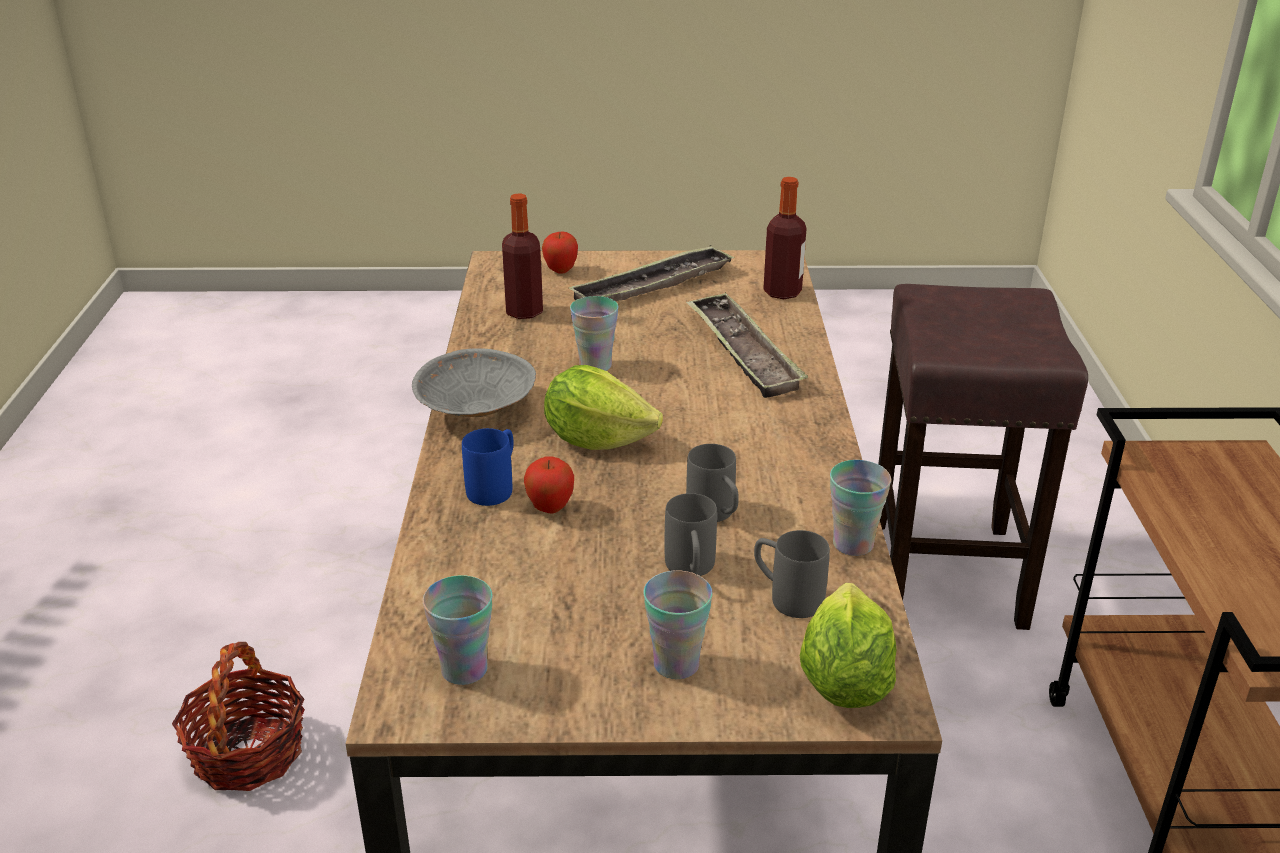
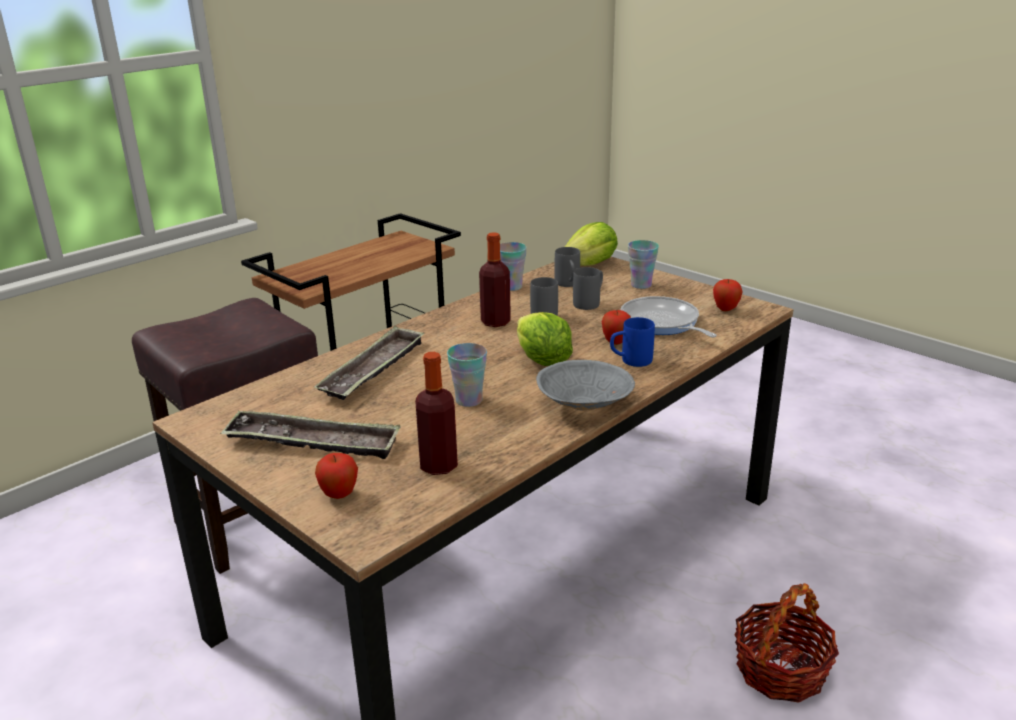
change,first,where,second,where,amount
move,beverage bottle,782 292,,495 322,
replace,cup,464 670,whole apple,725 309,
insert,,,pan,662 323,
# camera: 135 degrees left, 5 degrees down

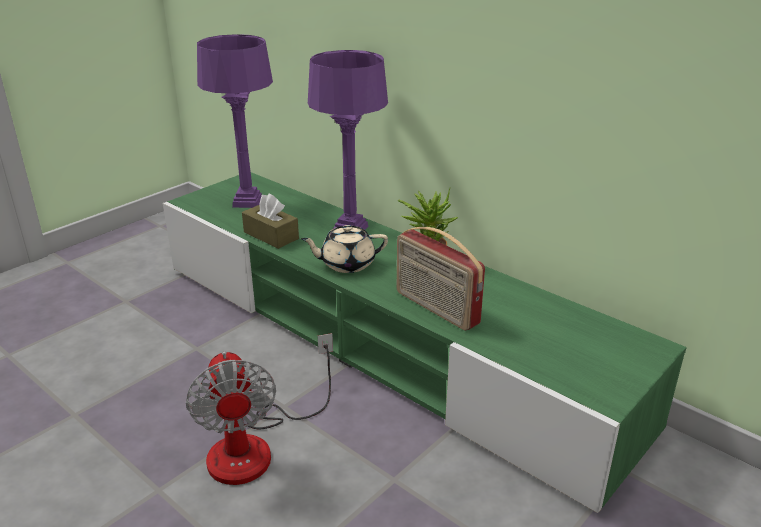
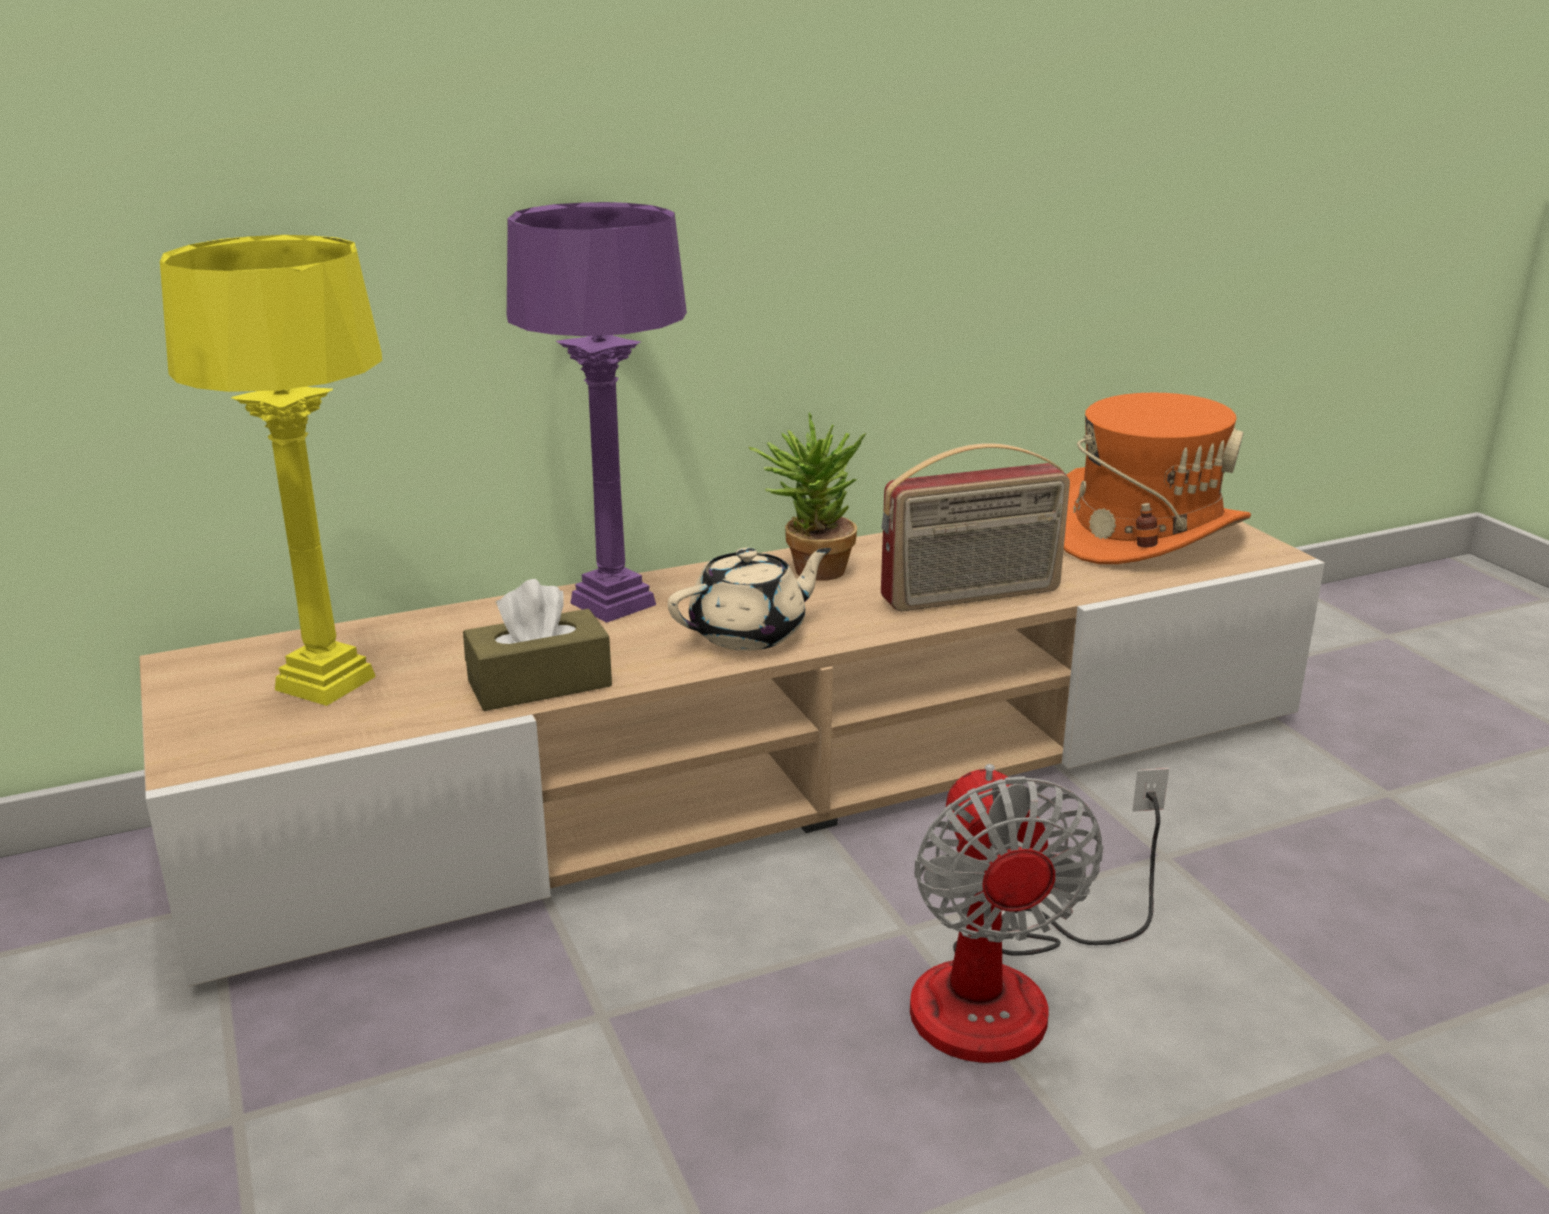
change,first,where,second,where,amount
recolor,table lamp in purple,247 202,table lamp in yellow-coloured,326 683,
recolor,tv unit in greenish,381 340,tv unit in sand-coloured,777 773,
rotate,tea pot in sand-coloured,346 264,,750 633,135 degrees counterclockwise
rotate,electric fan,256 445,,1011 988,75 degrees clockwise
insert,,,clothing hat in orange,1145 533,
# camera: 65 degrees left, 5 degrees down

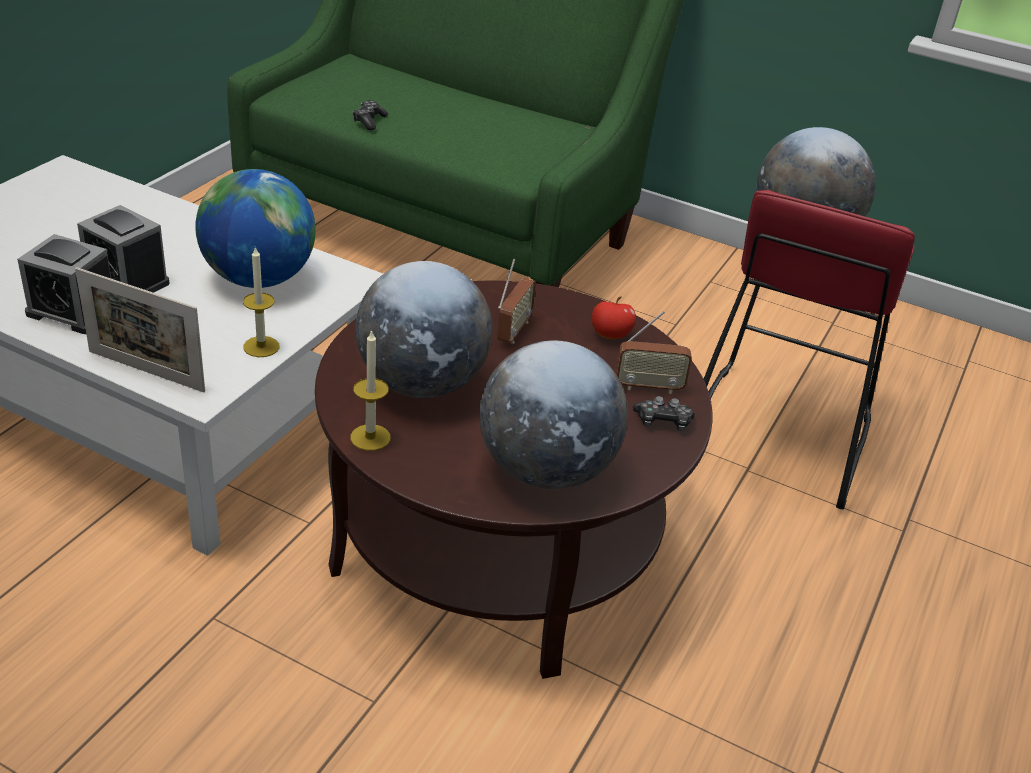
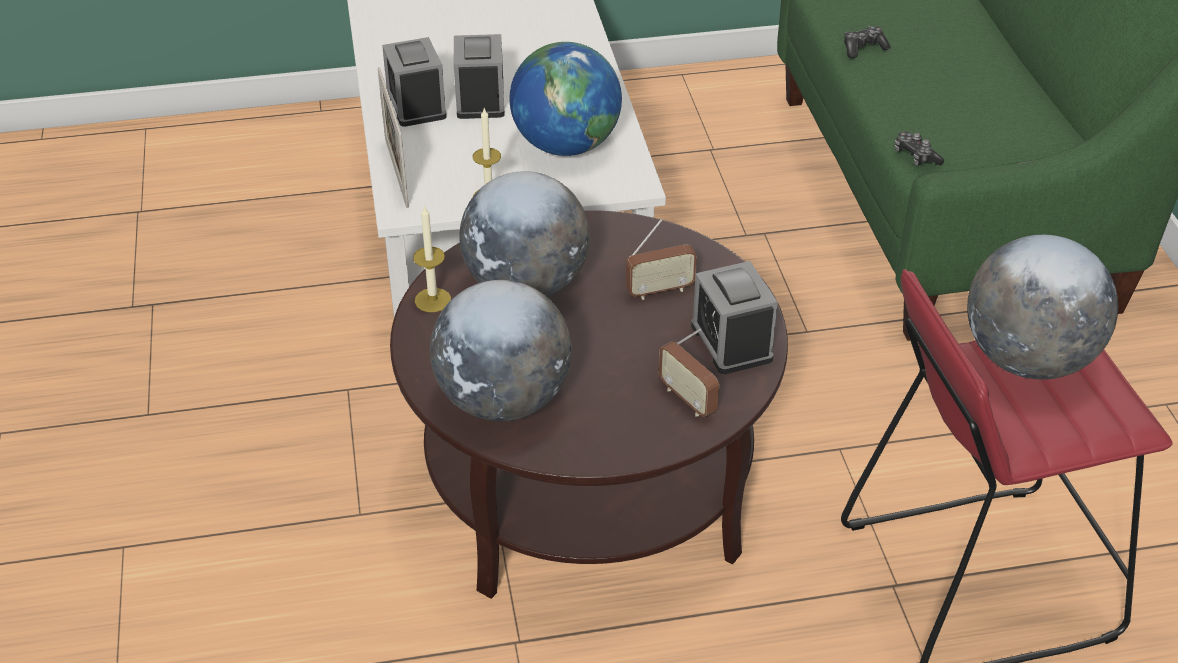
change,first,where,second,where,amount
replace,whole apple,610 335,bedside clock,731 342,
move,gamepad,663 422,,915 156,
# camera: 55 degrees right, 5 degrees up

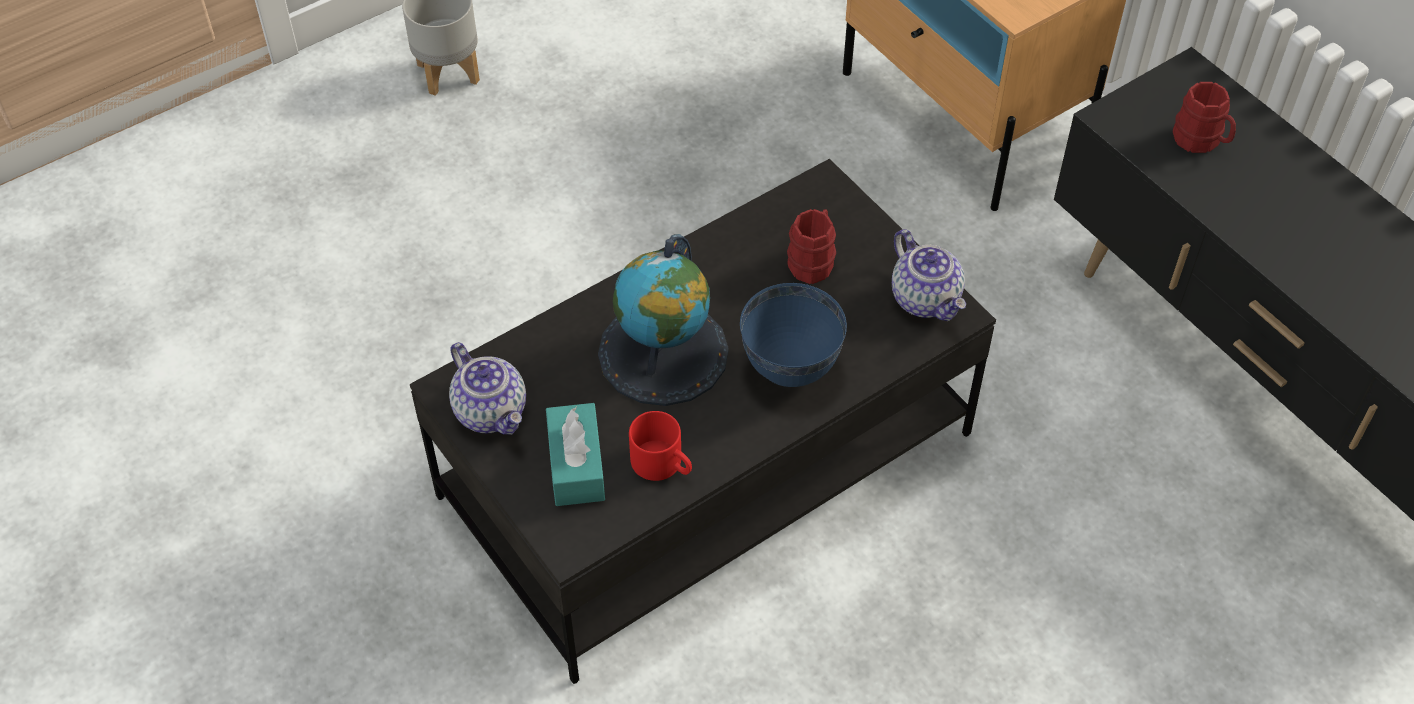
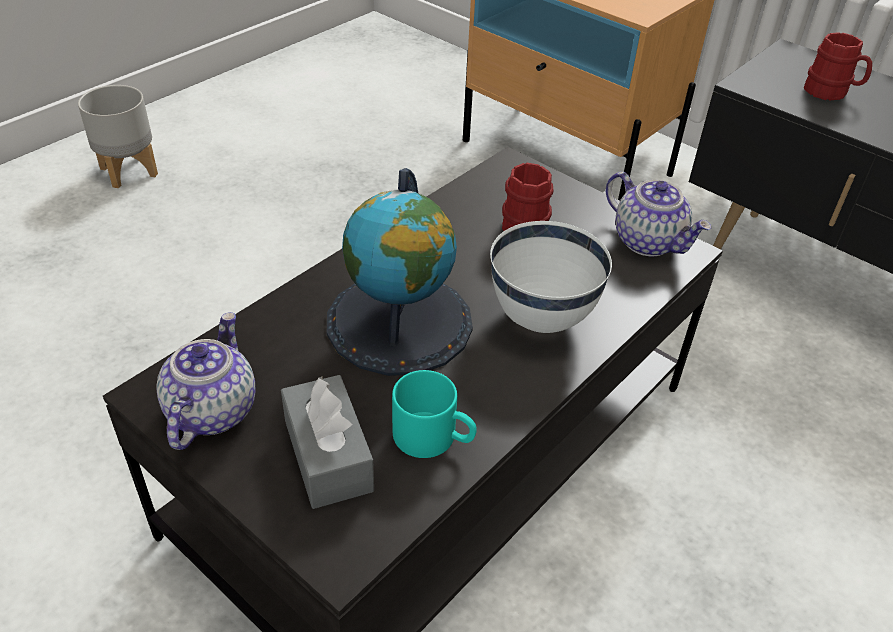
change,first,where,second,where,amount
recolor,deep dish in blue,790 369,deep dish in white-coloured,541 319,
rotate,tea pot,492 411,,211 410,120 degrees counterclockwise
recolor,tissue holder in blue-green,576 465,tissue holder in gray,328 455,
recolor,mug in red-coloured,664 464,mug in blue-green,434 437,
# camera: 15 degrees left, 10 degrees down

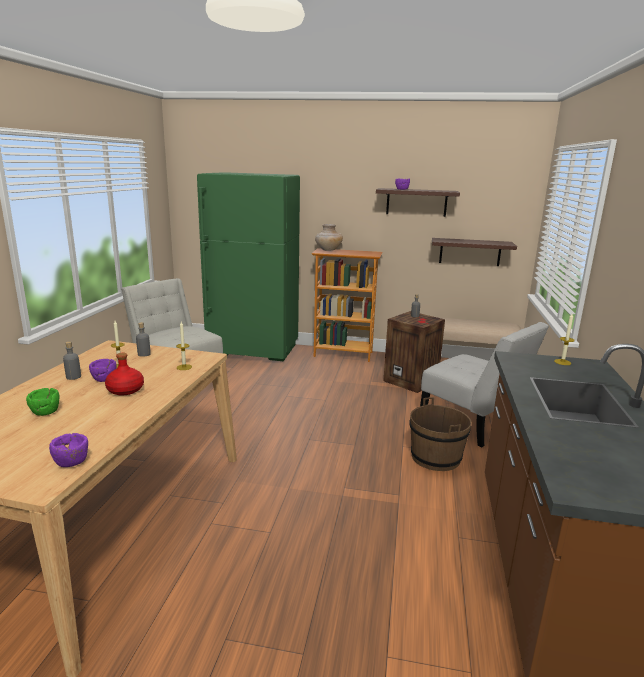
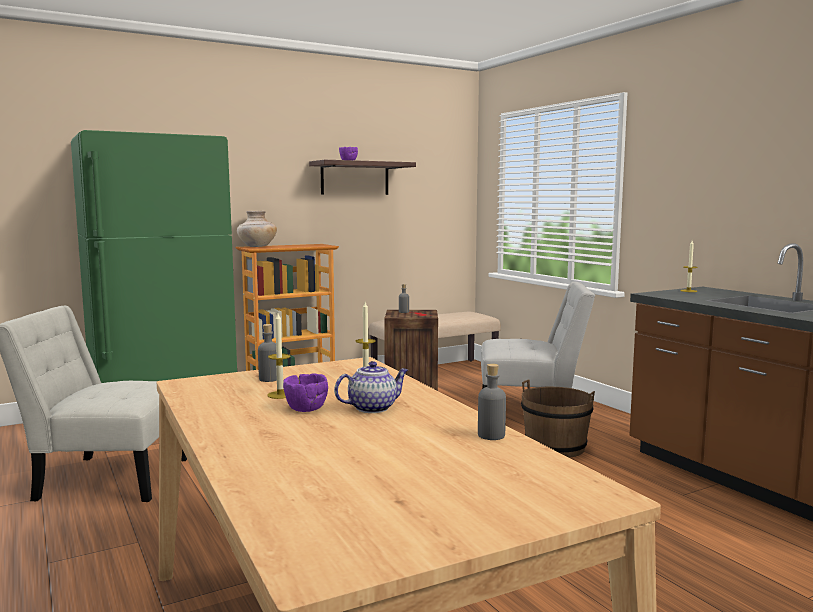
change,first,where,second,where,amount
delete,shelf,470 252,,,
move,beverage bottle in gray,73 377,,491 435,
replace,beverage bottle in red-coloured,126 390,tea pot,373 408,
delete,deep dish in greenish,45 412,,,
delete,deep dish in purple,72 462,,,
# camera: 40 degrees left, 10 degrees down

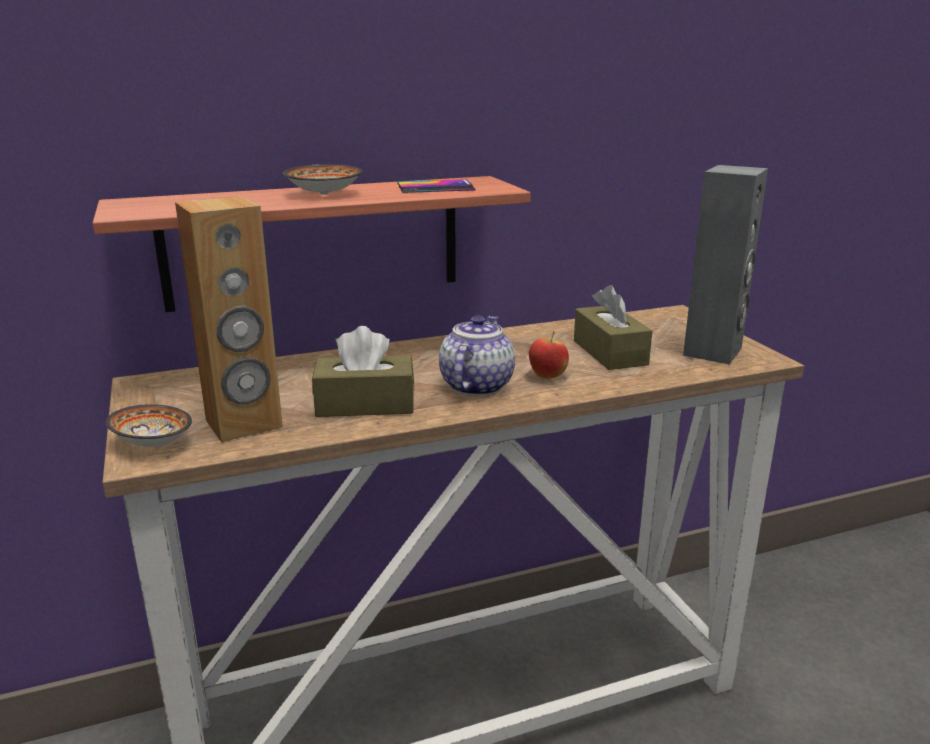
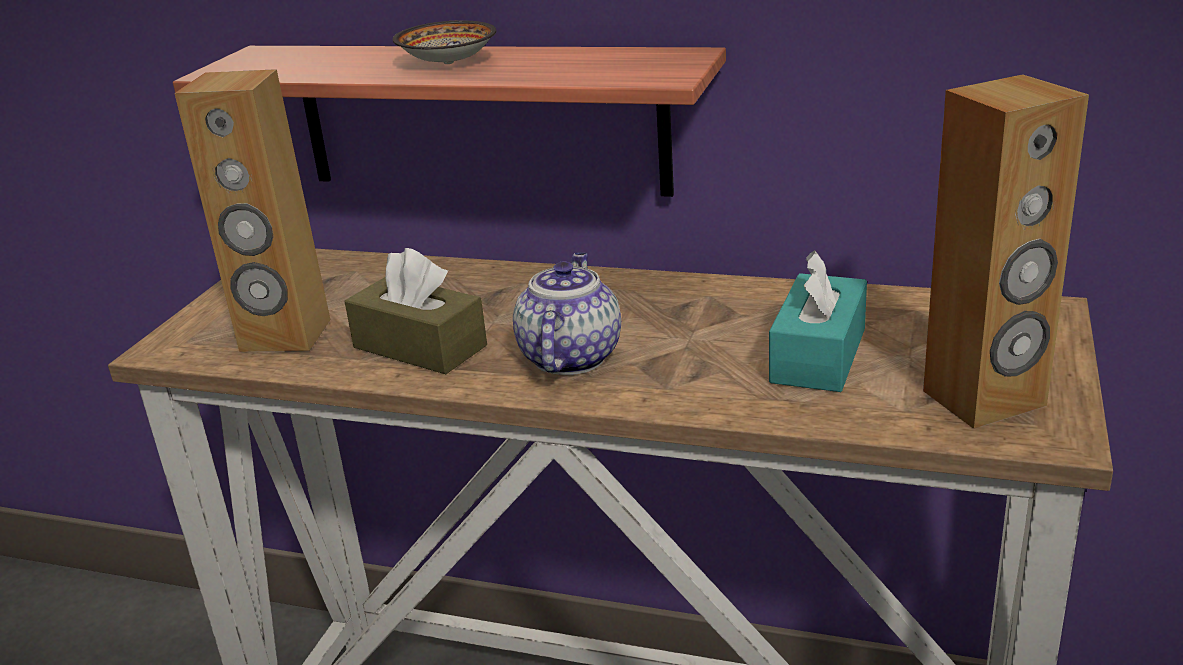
change,first,where,second,where,amount
recolor,loudspeaker in gray,713 352,loudspeaker in brown,985 399,
delete,telephone,435 187,,,
recolor,tissue holder in brown,609 352,tissue holder in blue-green,818 355,
rotate,tea pot,476 385,,569 356,45 degrees counterclockwise
delete,whole apple,547 377,,,
delete,deep dish,153 443,,,
# camera: 40 degrees right, 5 degrees up

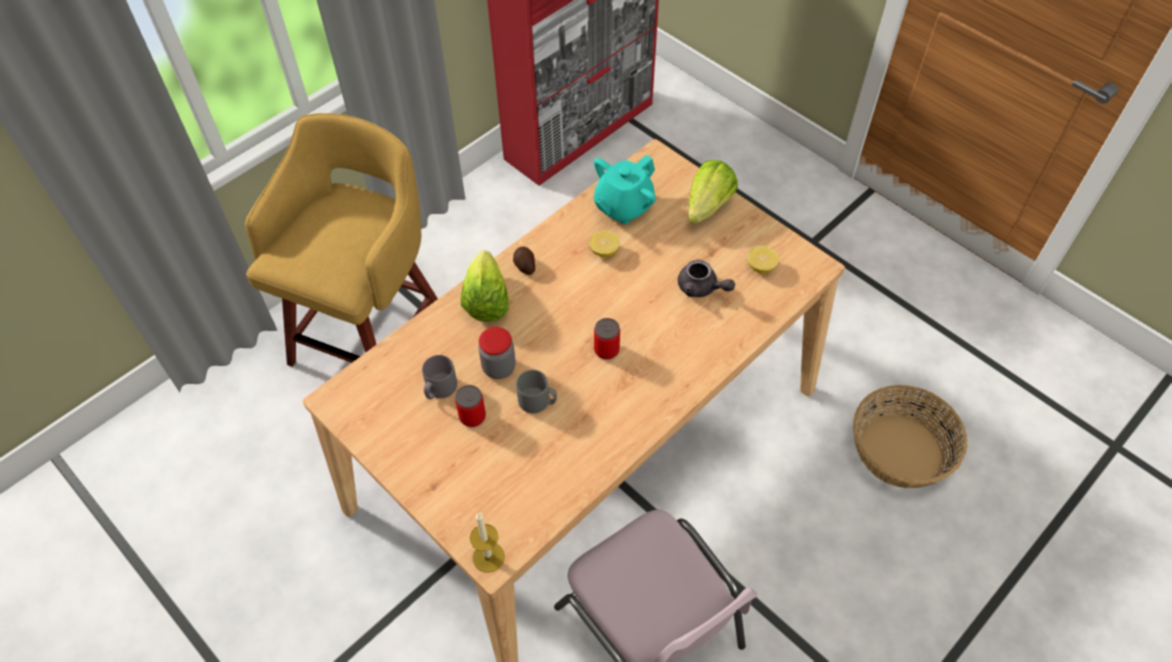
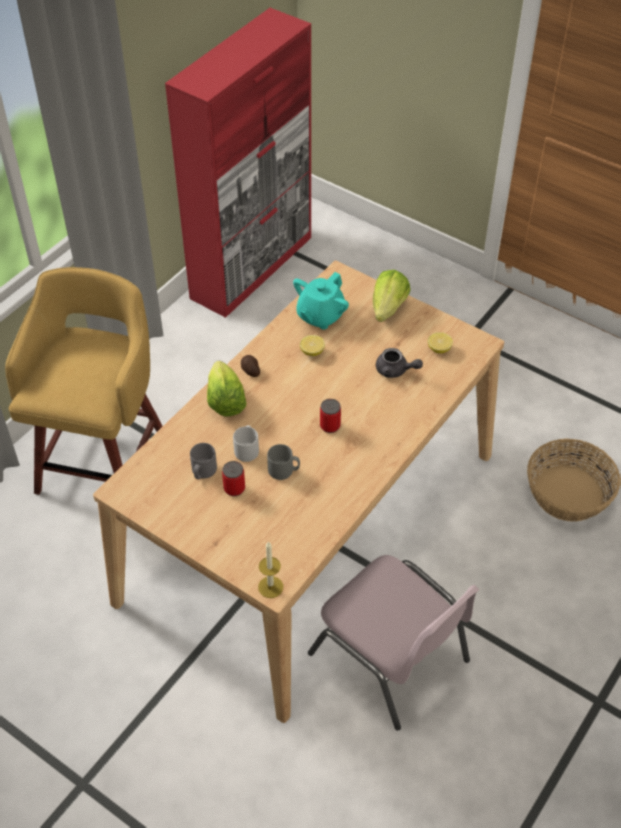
change,first,where,second,where,amount
replace,jar,499 367,mug in gray,247 449,
# camera: 10 degrees left, 5 degrees down

